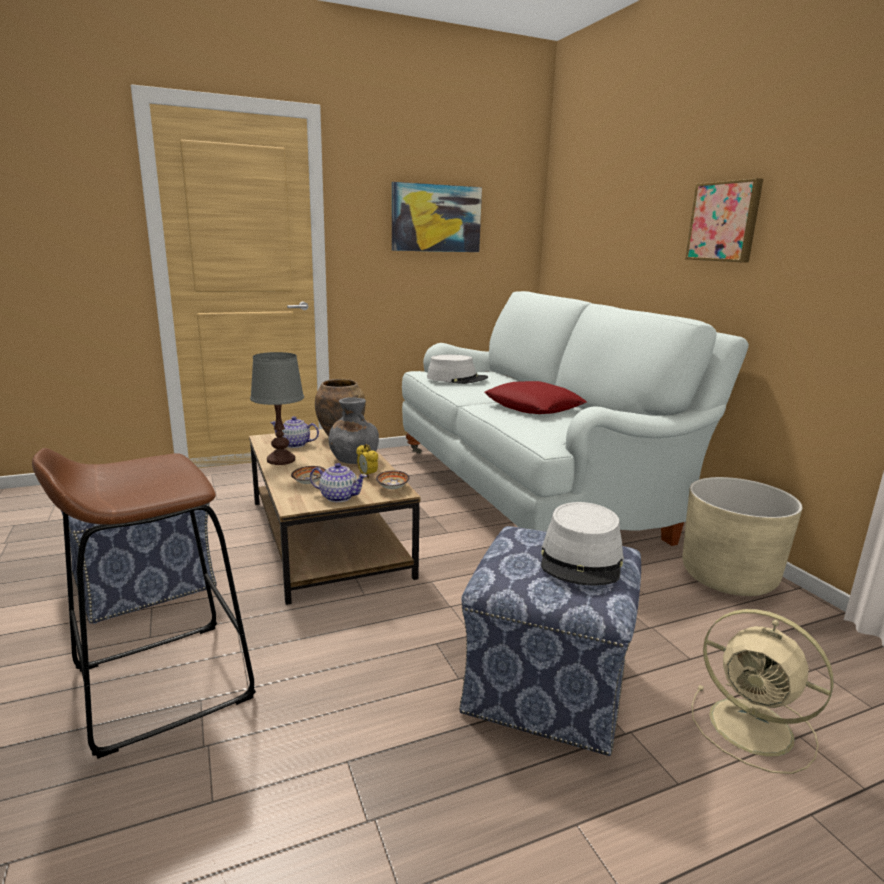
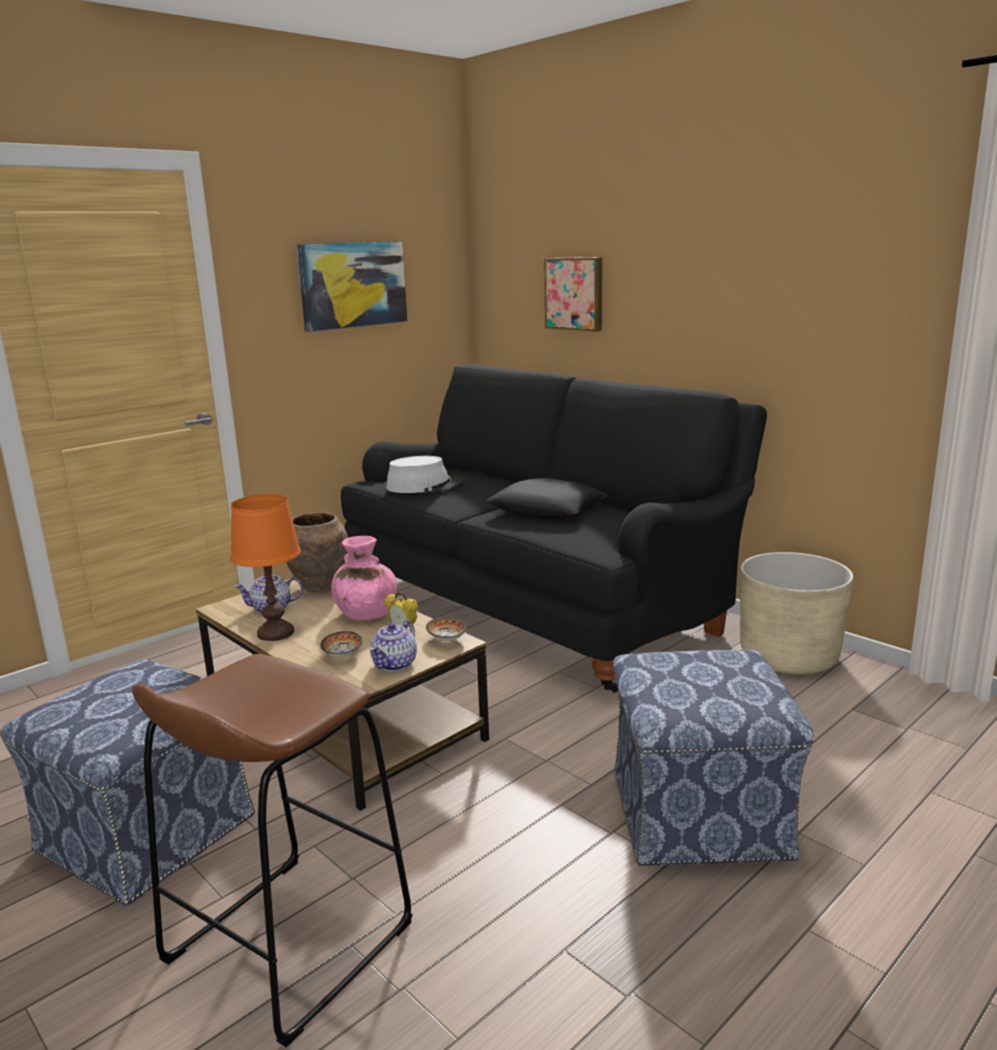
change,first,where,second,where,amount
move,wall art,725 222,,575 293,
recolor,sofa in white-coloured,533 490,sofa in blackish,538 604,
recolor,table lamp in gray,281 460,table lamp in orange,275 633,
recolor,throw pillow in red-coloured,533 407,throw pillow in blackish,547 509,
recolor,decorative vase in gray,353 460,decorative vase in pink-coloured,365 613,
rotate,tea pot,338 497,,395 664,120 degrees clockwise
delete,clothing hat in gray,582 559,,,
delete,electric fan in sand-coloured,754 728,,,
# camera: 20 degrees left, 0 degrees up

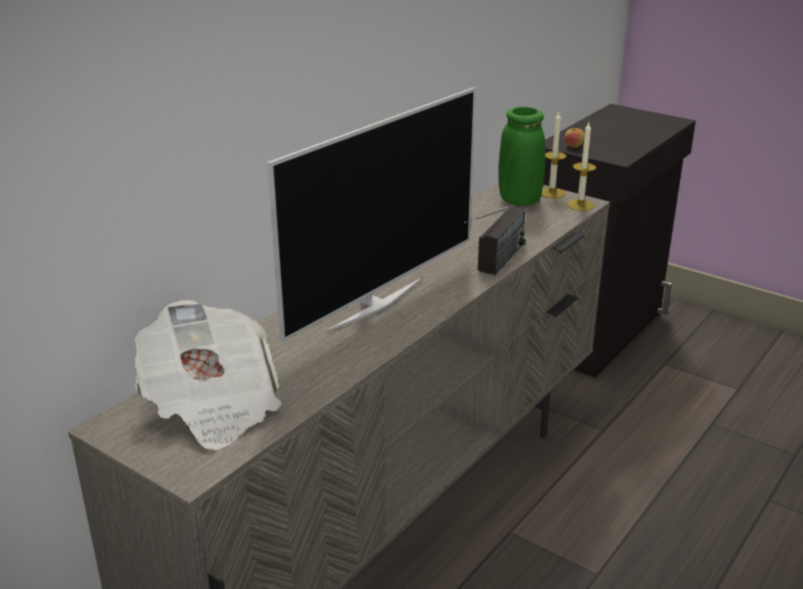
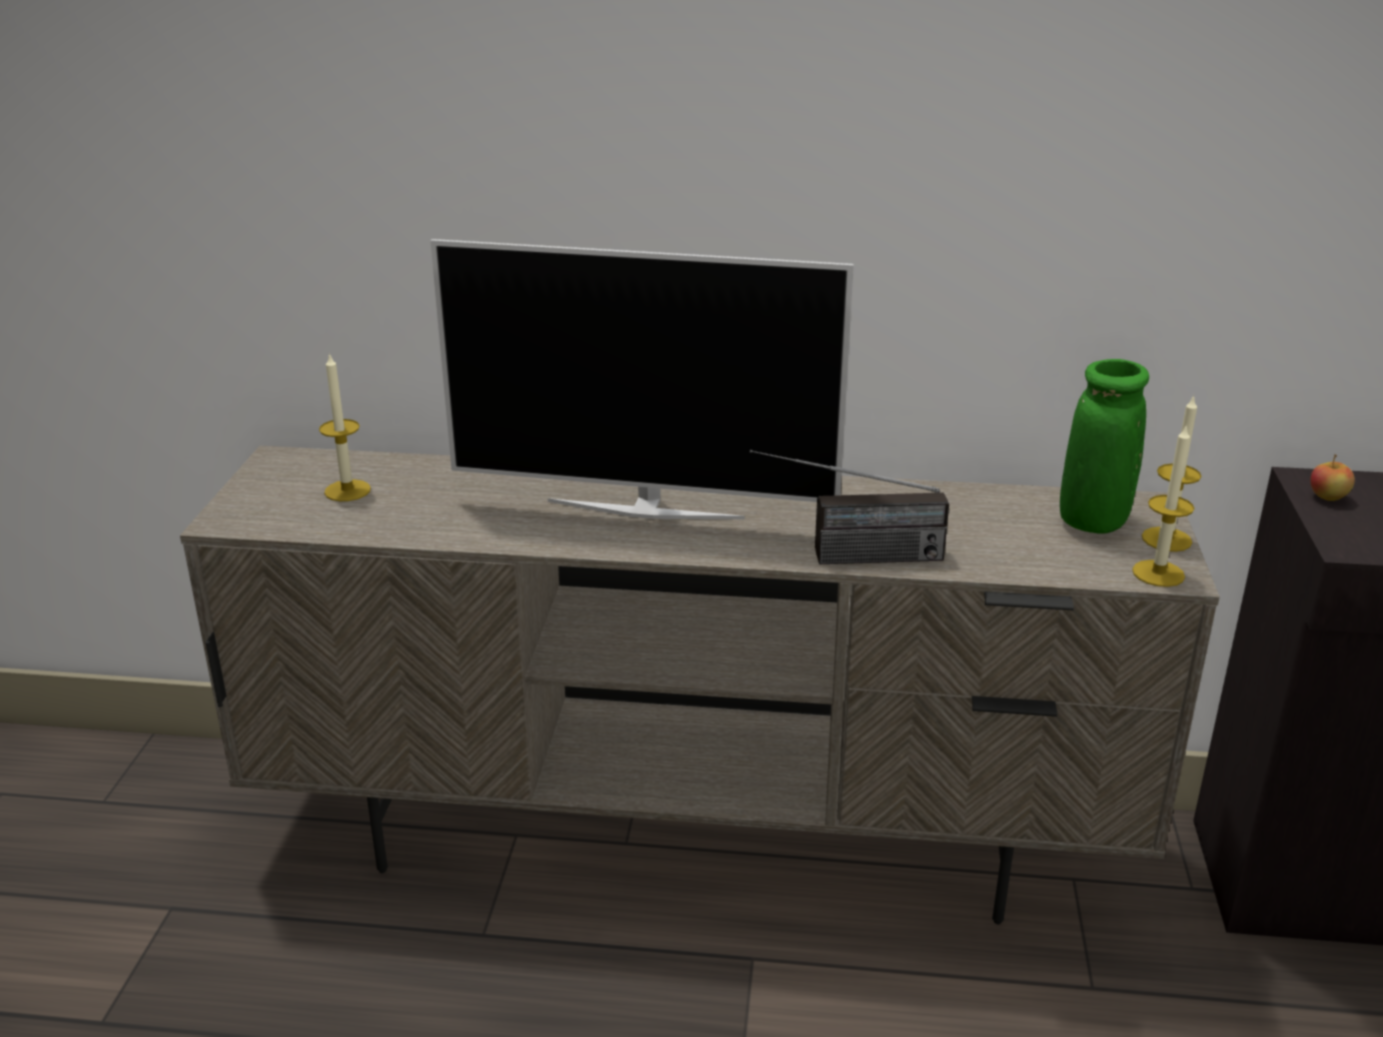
change,first,where,second,where,amount
replace,printed paper,212 405,candle,347 490,
# camera: 60 degrees right, 0 degrees up

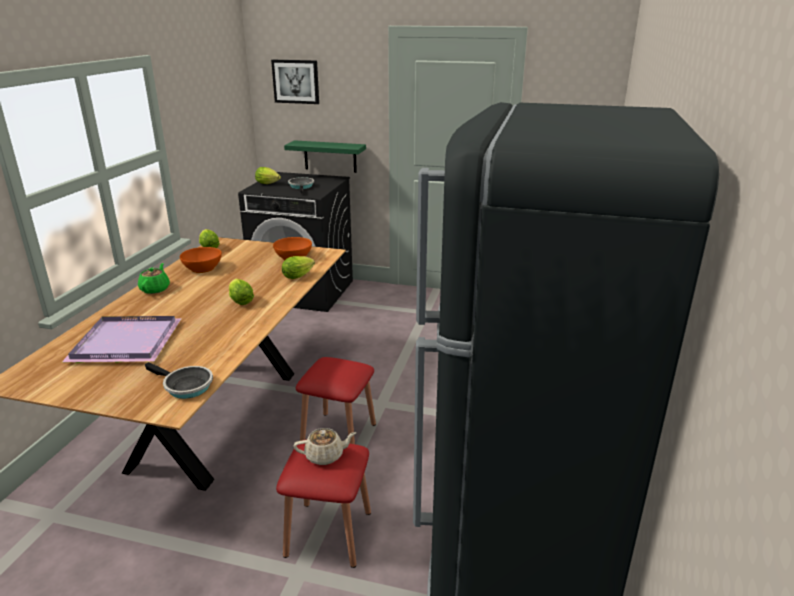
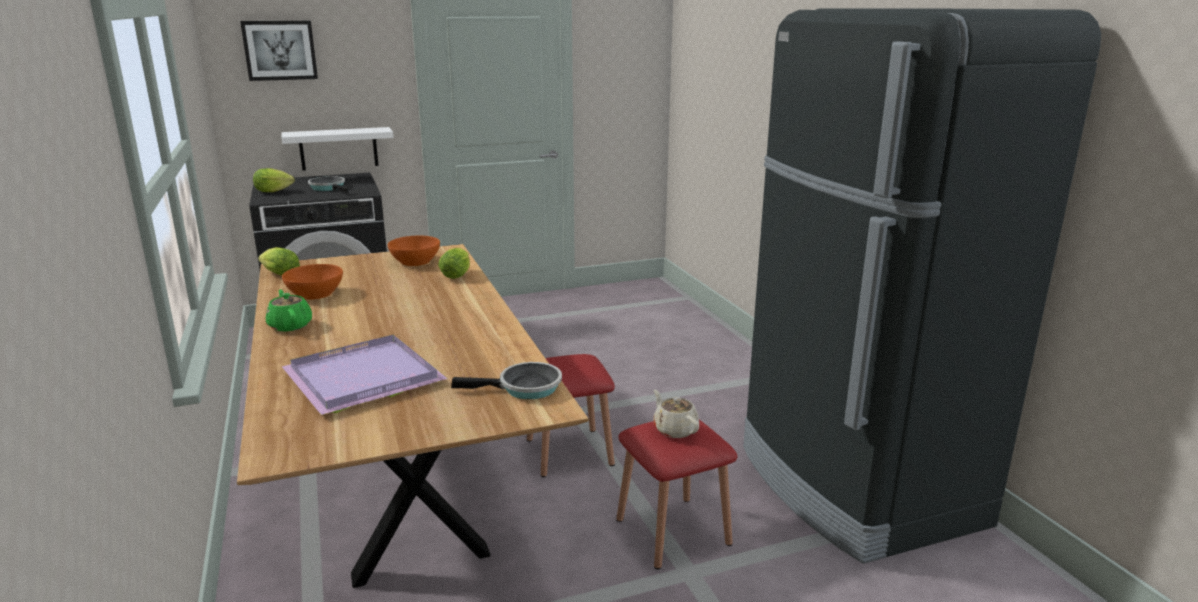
change,first,where,second,where,amount
recolor,shelf in greenish,330 156,shelf in white-coloured,338 148,
delete,lettuce,240 300,,,
rotate,tea pot in sand-coloured,325 456,,675 429,75 degrees counterclockwise
# camera: 35 degrees left, 5 degrees down

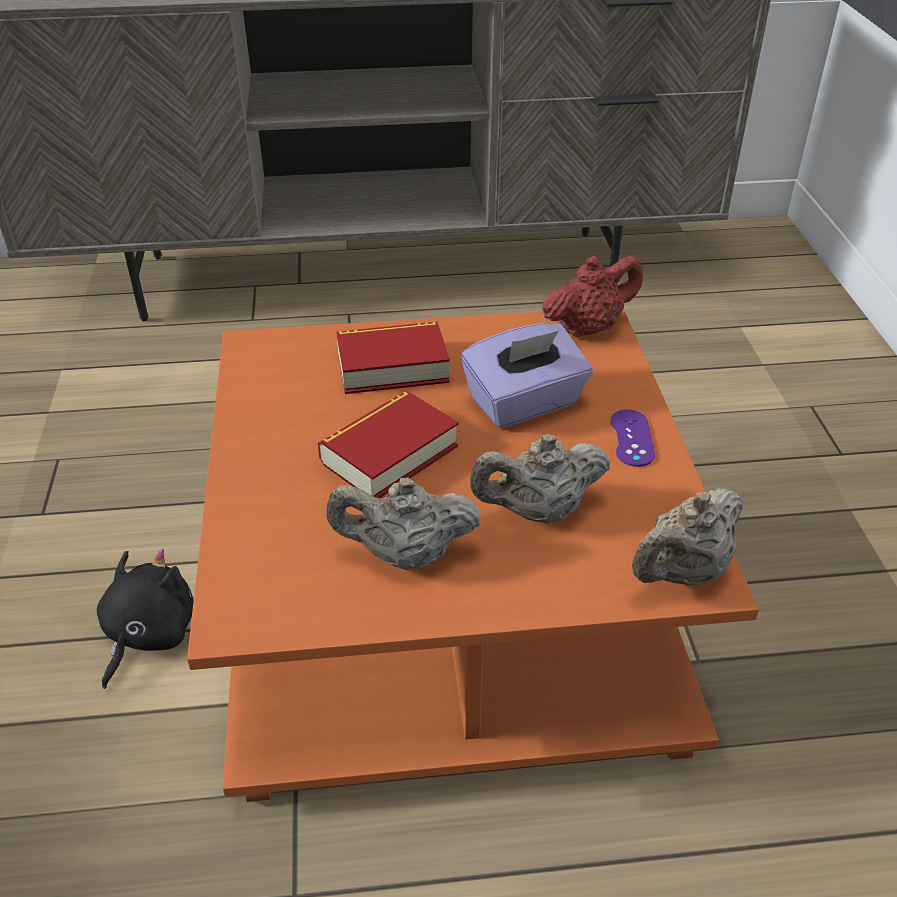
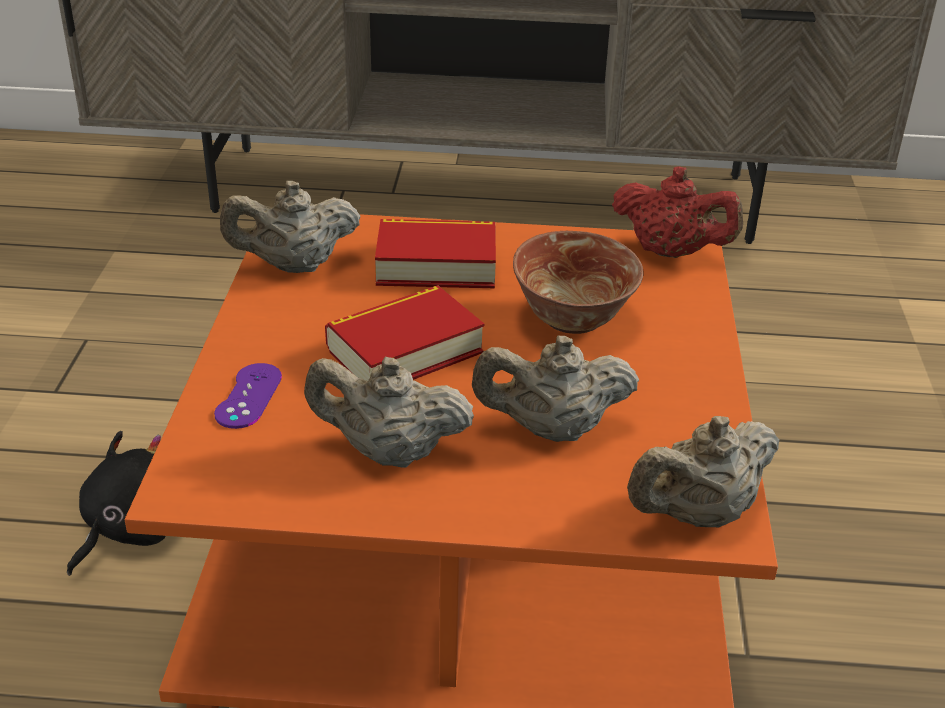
change,first,where,second,where,amount
rotate,tea pot in red-coloured,588 328,,671 252,45 degrees clockwise
replace,tissue holder in purple,525 403,deep dish,573 319,
move,gamepad in purple,632 438,,248 396,
insert,,,tea pot in sand-coloured,294 266,
# camera: 10 degrees right, 5 degrees down

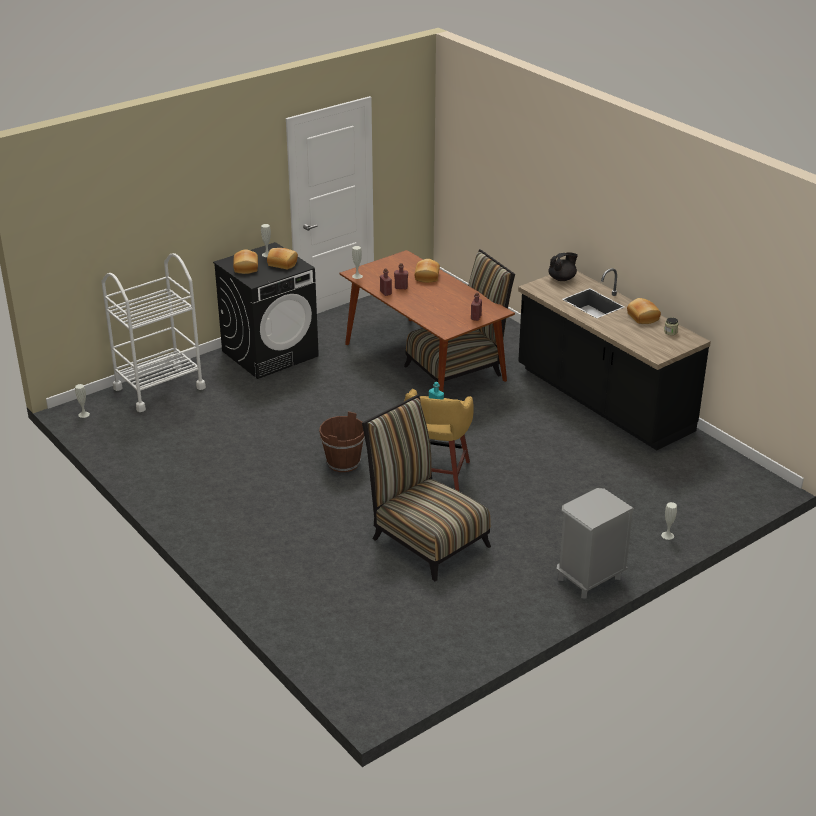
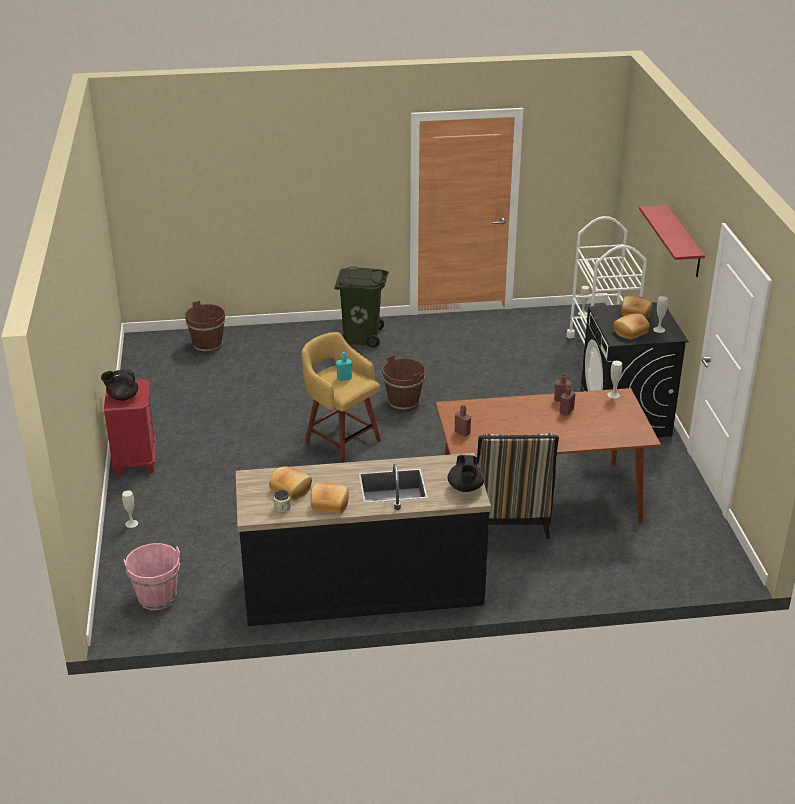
change,first,where,second,where,amount
move,bakery bread,426 276,,291 489,
delete,plain chair,426 538,,,
recolor,bedside table in gray,589 579,bedside table in red-coloured,135 461,
insert,,,shelf in red-coloured,683 242,
insert,,,rubbish bin in greenish,361 337,
insert,,,bucket in brown,208 345,
insert,,,tea pot in blackish,122 397,
insert,,,bucket in pink-coloured,157 597,
# camera: 120 degrees right, 0 degrees up

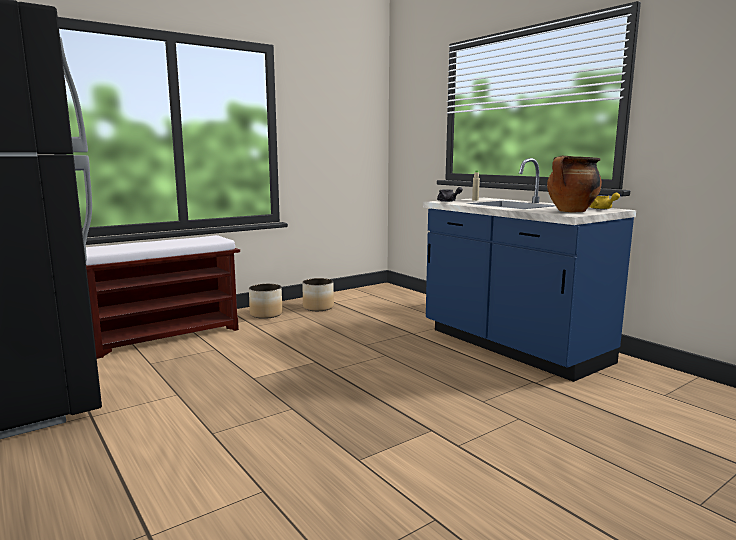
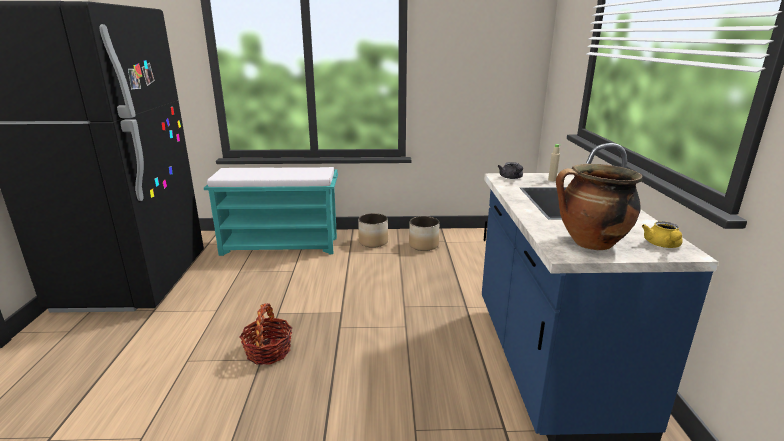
change,first,where,second,where,amount
recolor,bench in brown,166 336,bench in blue-green,281 245,
insert,,,storage basket,268 351,
# camera: 35 degrees right, 10 degrees up

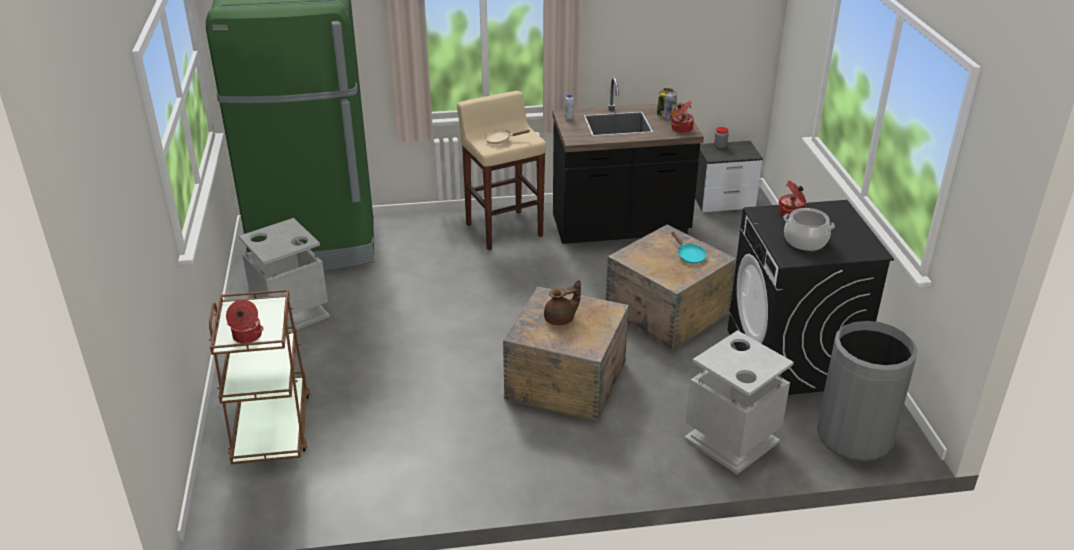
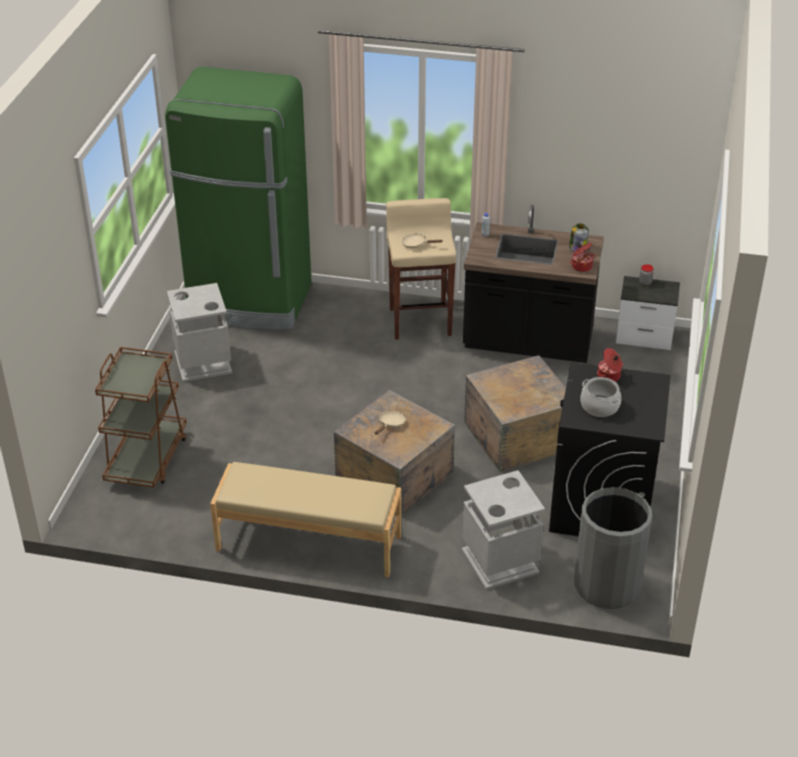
change,first,where,second,where,amount
delete,pan in blue-green,689 256,,,
replace,tea pot in brown,561 319,pan in sand-coloured,390 424,
delete,stockpot,246 336,,,
insert,,,bench in sand-coloured,308 543,
# camera: 20 degrees right, 5 degrees up

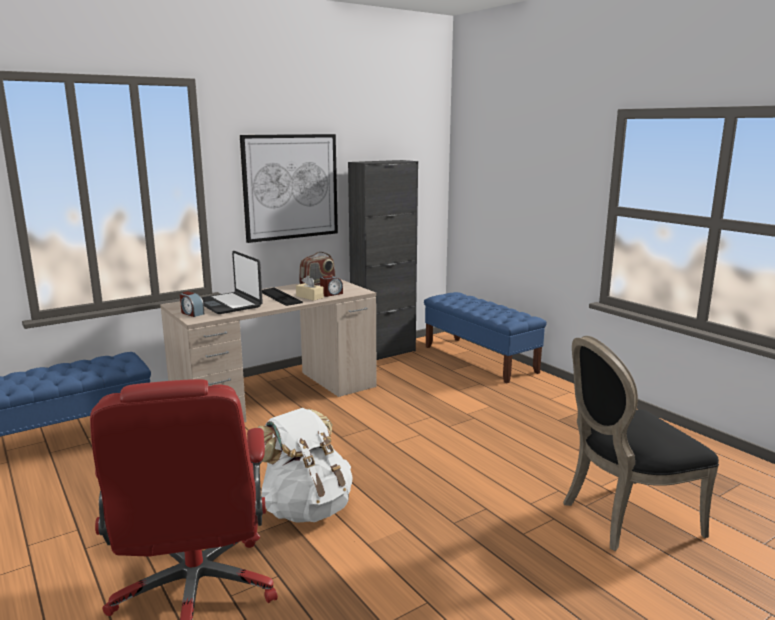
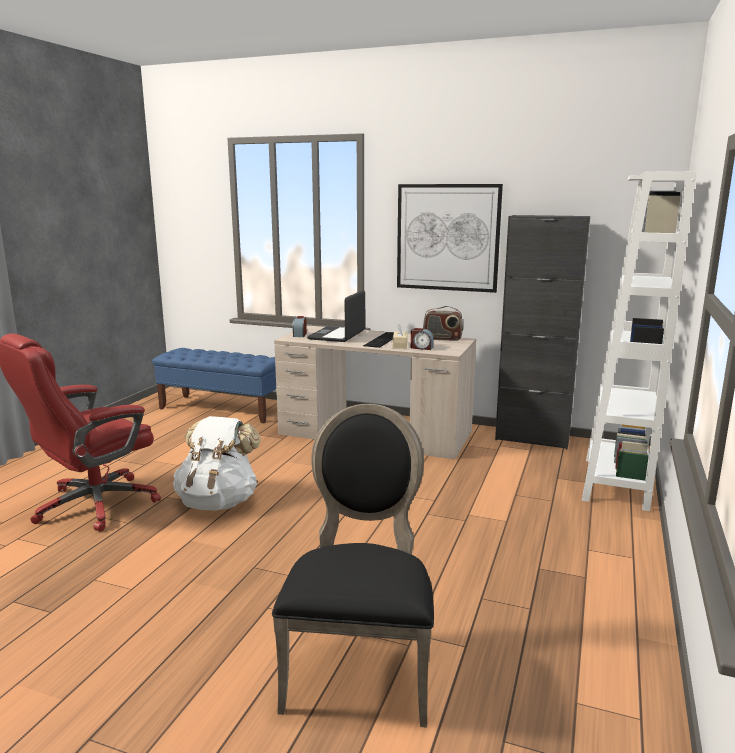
change,first,where,second,where,amount
replace,bench in blue,480 359,bookcase in white-coloured,615 483,
rotate,plain chair in blackish,624 517,,360 665,60 degrees clockwise
# camera: 55 degrees right, 0 degrees up

